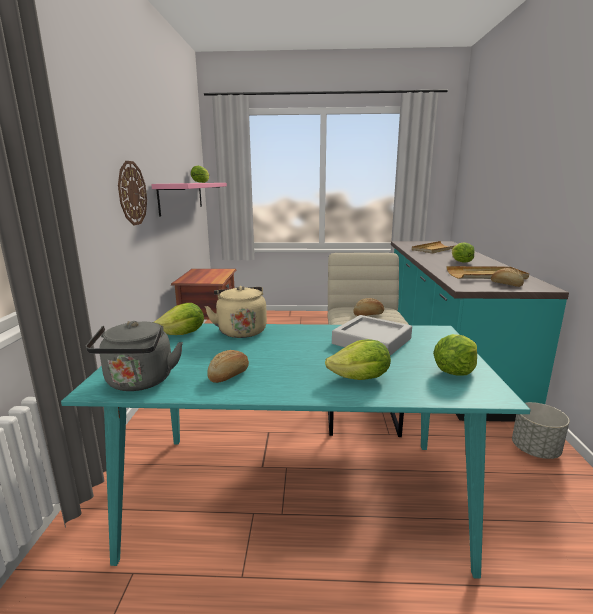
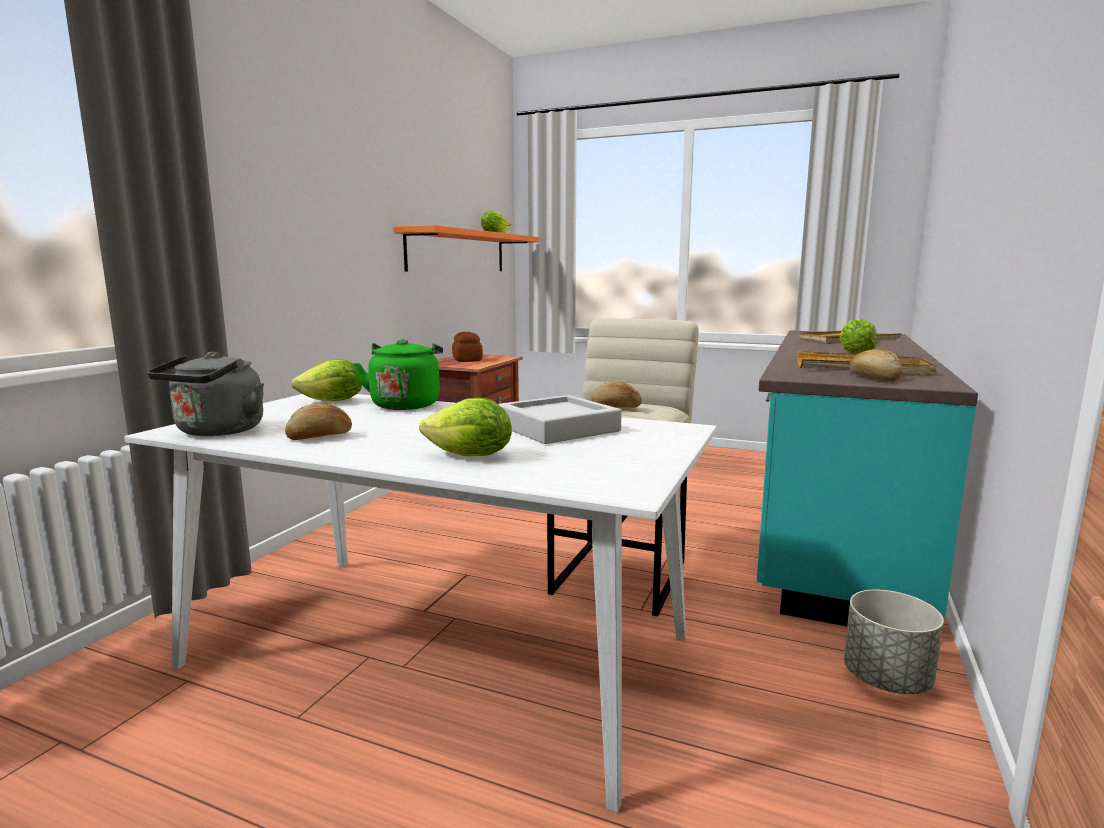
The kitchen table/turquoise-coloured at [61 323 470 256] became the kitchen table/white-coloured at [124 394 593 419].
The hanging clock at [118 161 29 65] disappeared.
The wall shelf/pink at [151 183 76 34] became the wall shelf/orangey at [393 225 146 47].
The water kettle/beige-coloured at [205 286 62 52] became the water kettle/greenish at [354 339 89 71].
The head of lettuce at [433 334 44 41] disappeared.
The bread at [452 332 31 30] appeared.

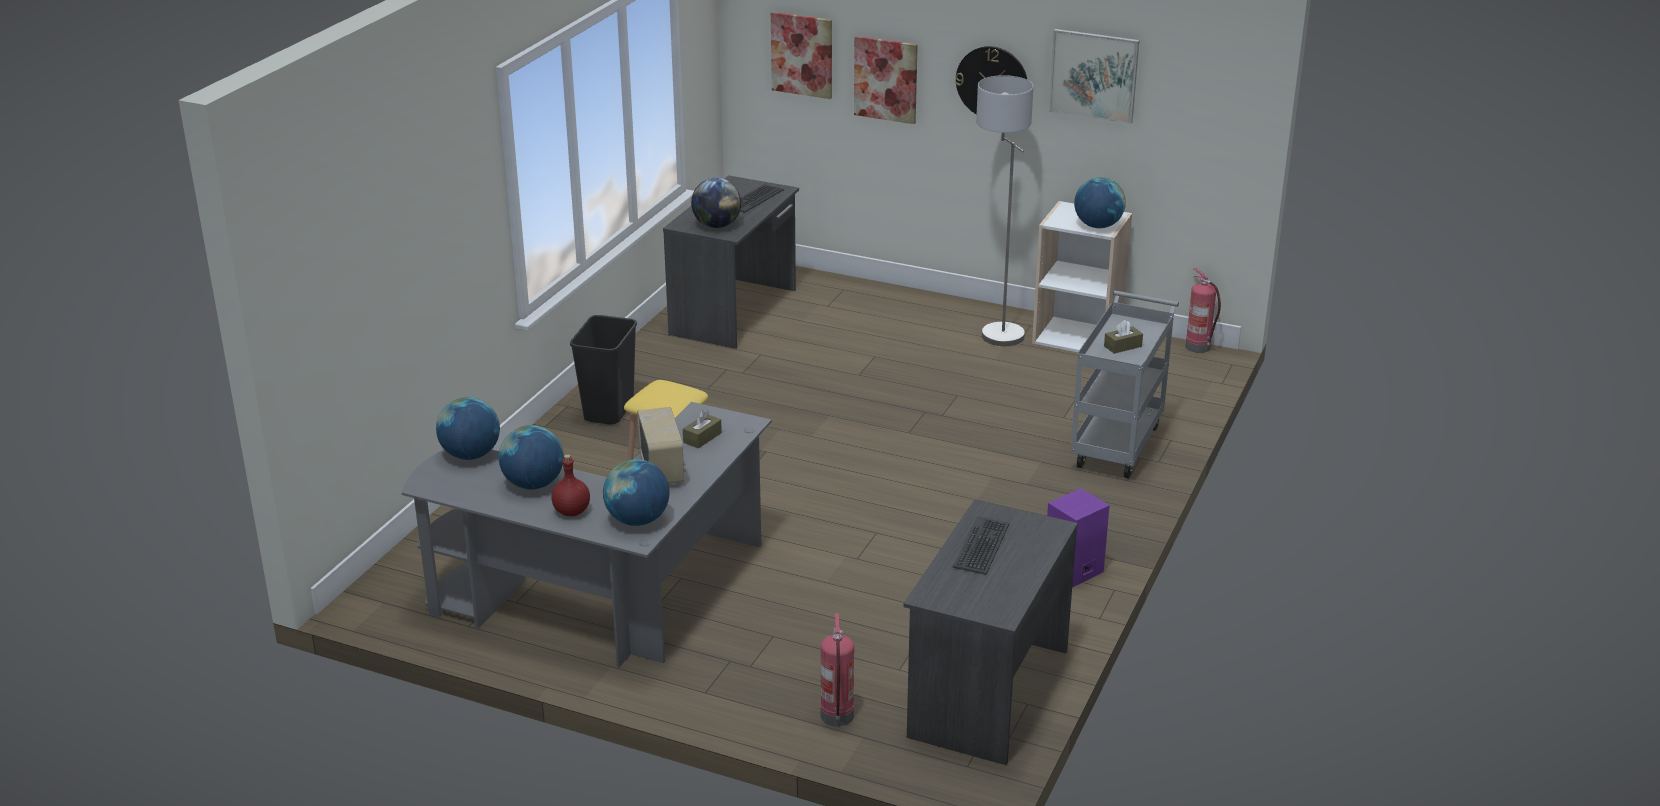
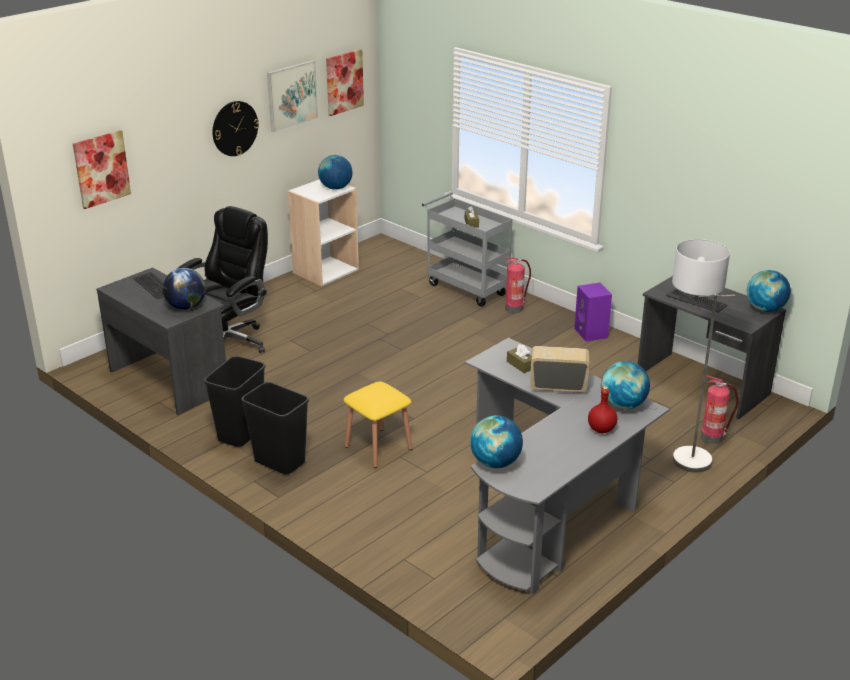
The desk globe moved from [499 425 65 64] to [747 270 44 42].
The wall art moved from [854 36 64 88] to [326 49 38 67].
The standard lamp/gray moved from [976 75 57 271] to [672 239 63 234].
The fire extinguisher moved from [1185 268 36 85] to [505 257 26 56].
The desk chair/black-coloured at [177 206 91 147] appeared.
The trash can/black-coloured at [204 356 62 91] appeared.

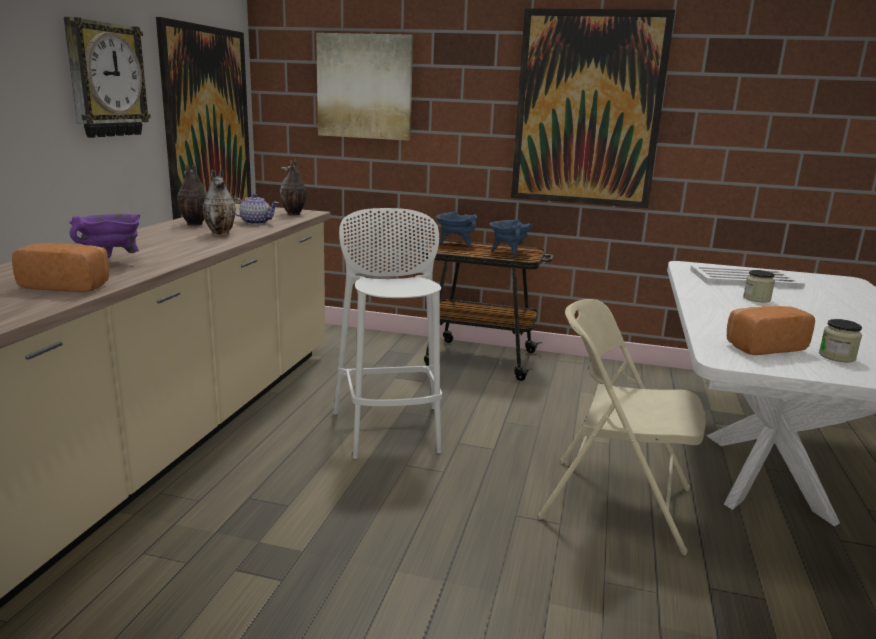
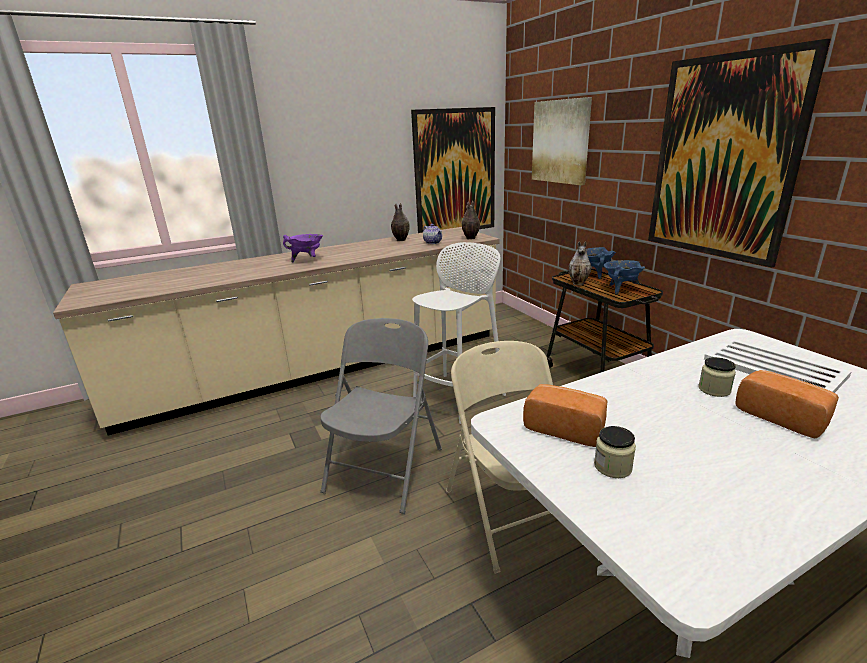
The bread moved from [12 243 97 49] to [736 370 103 68].
The hanging clock at [64 17 87 121] disappeared.
The decorative vase moved from [203 169 33 67] to [569 241 22 44].
The upright chair/gray at [320 318 122 196] appeared.

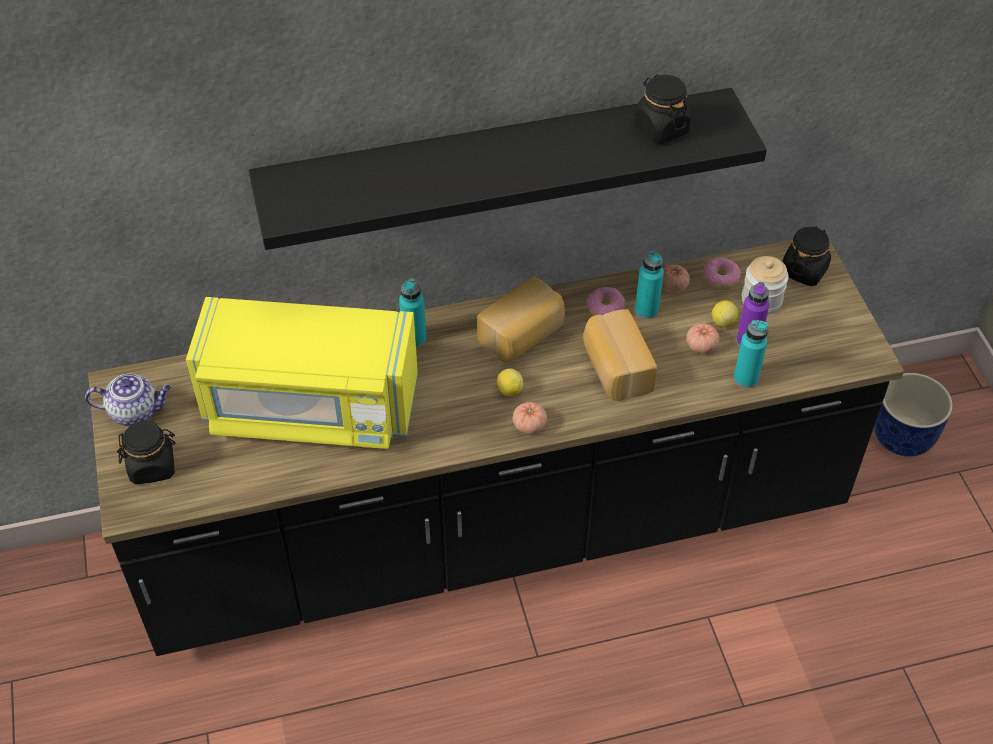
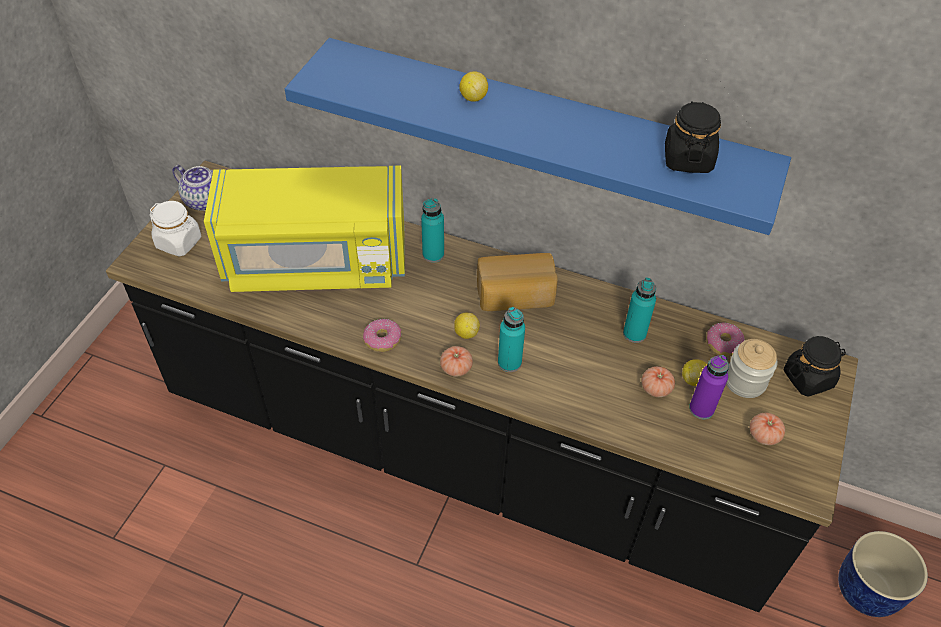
The jar/black-coloured at [115 421 61 64] became the jar/white-coloured at [149 201 52 56].
The microwave oven/yellow at [186 297 232 152] turned 45 degrees counterclockwise.
The wall shelf/black-coloured at [249 88 518 162] became the wall shelf/bluish at [285 38 506 197].
The bread at [583 309 74 92] disappeared.
The ring doughnut moved from [587 287 38 29] to [363 319 38 33].
The whole tomato moved from [662 265 28 28] to [750 413 35 32].
The drink bottle/turquoise-coloured moved from [734 320 35 68] to [498 307 27 65].
The whole lemon at [459 71 29 31] appeared.

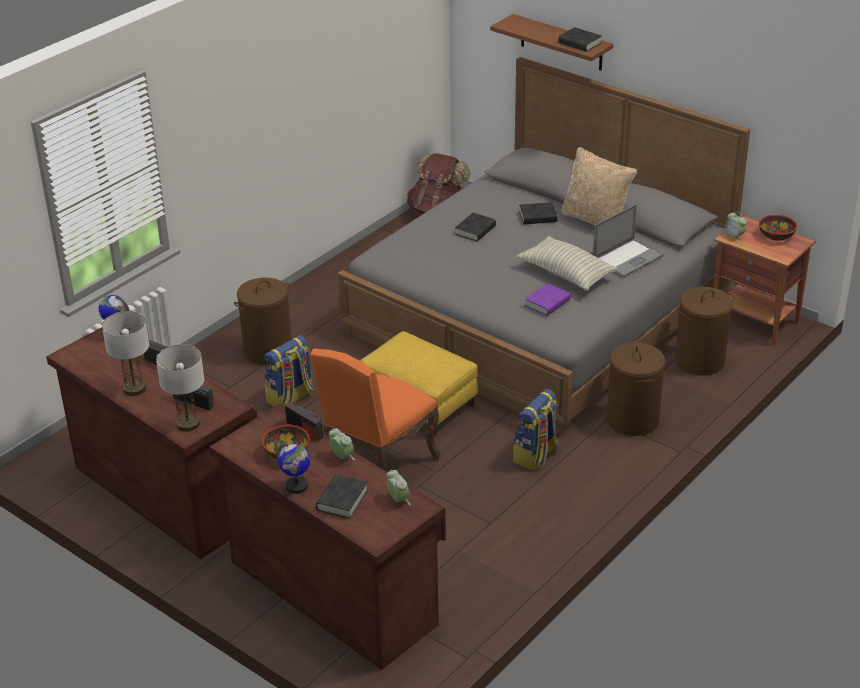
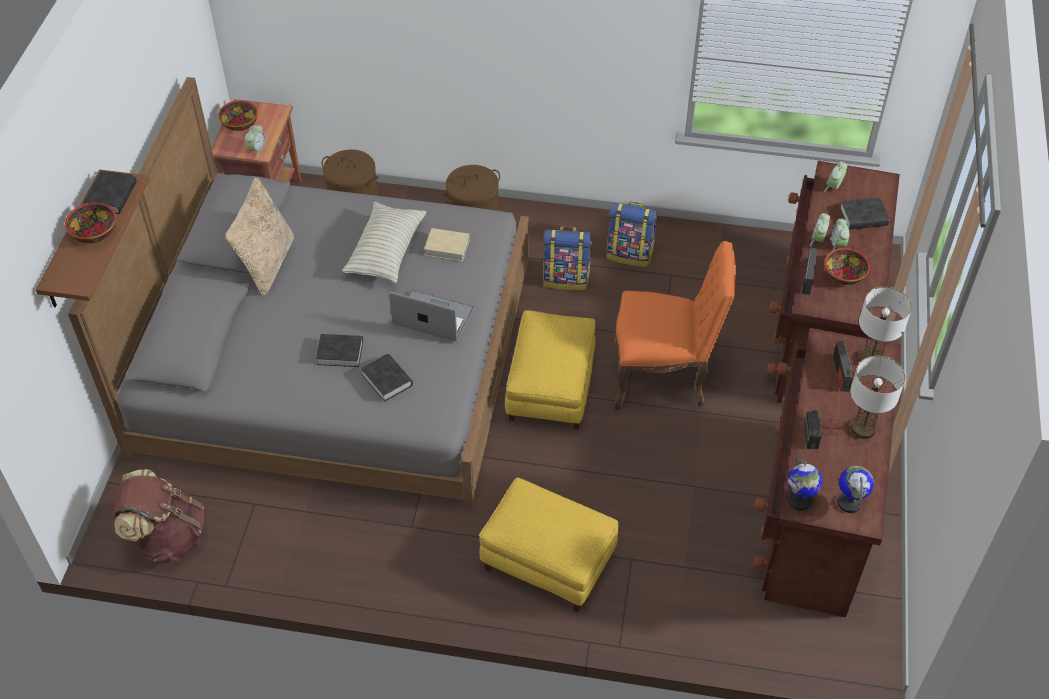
The laundry basket/brown-coloured at [234 277 58 88] was replaced by the pouffe/yellow at [479 477 140 136].
The knapsack moved from [264 335 49 73] to [607 201 50 66].
The desk globe moved from [276 442 34 52] to [837 466 37 47].
The book/black-coloured moved from [519 202 39 22] to [361 354 52 48].
The book/purple at [525 283 46 33] became the book/beige-coloured at [424 228 46 33].
The laptop moved from [593 204 71 74] to [389 290 85 52].
The serving bowl at [65 203 51 40] appeared.
The bedside clock at [830 218 20 33] appeared.

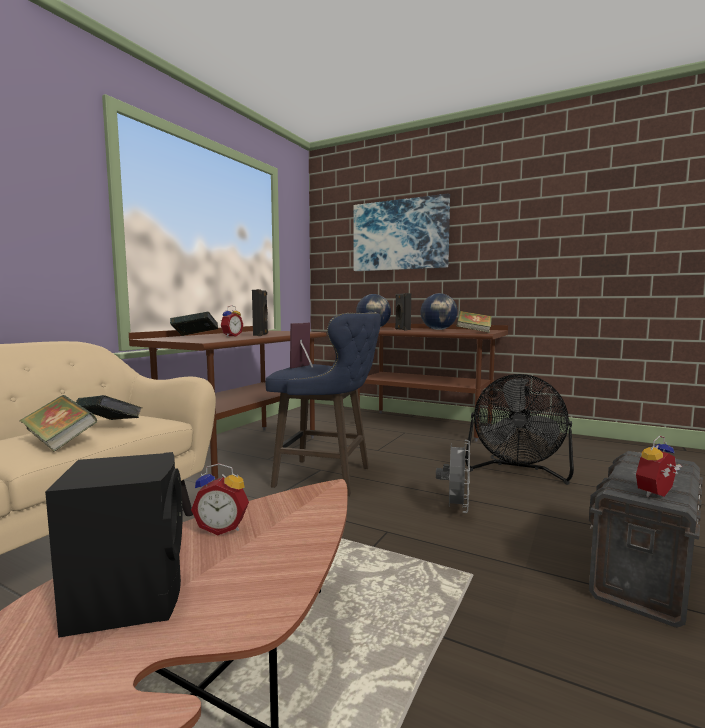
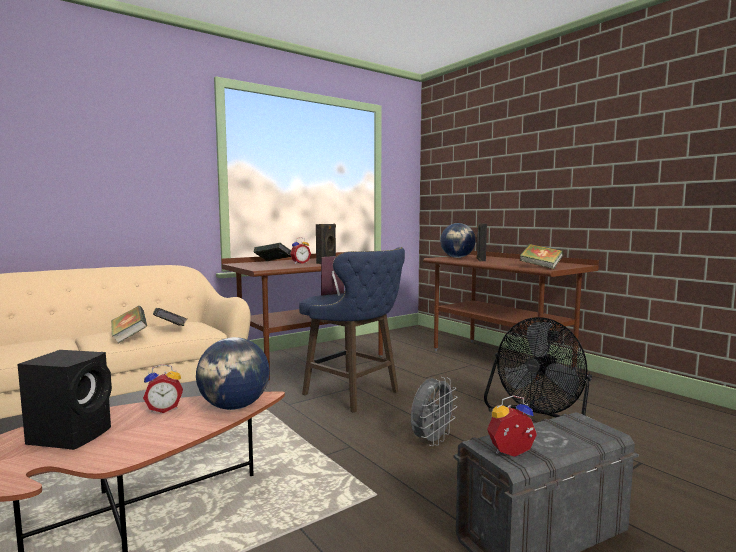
The bedside clock at [191 463 58 72] turned 45 degrees counterclockwise.
The wall art at [354 193 96 78] disappeared.
The desk globe moved from [421 293 37 37] to [196 337 74 73].

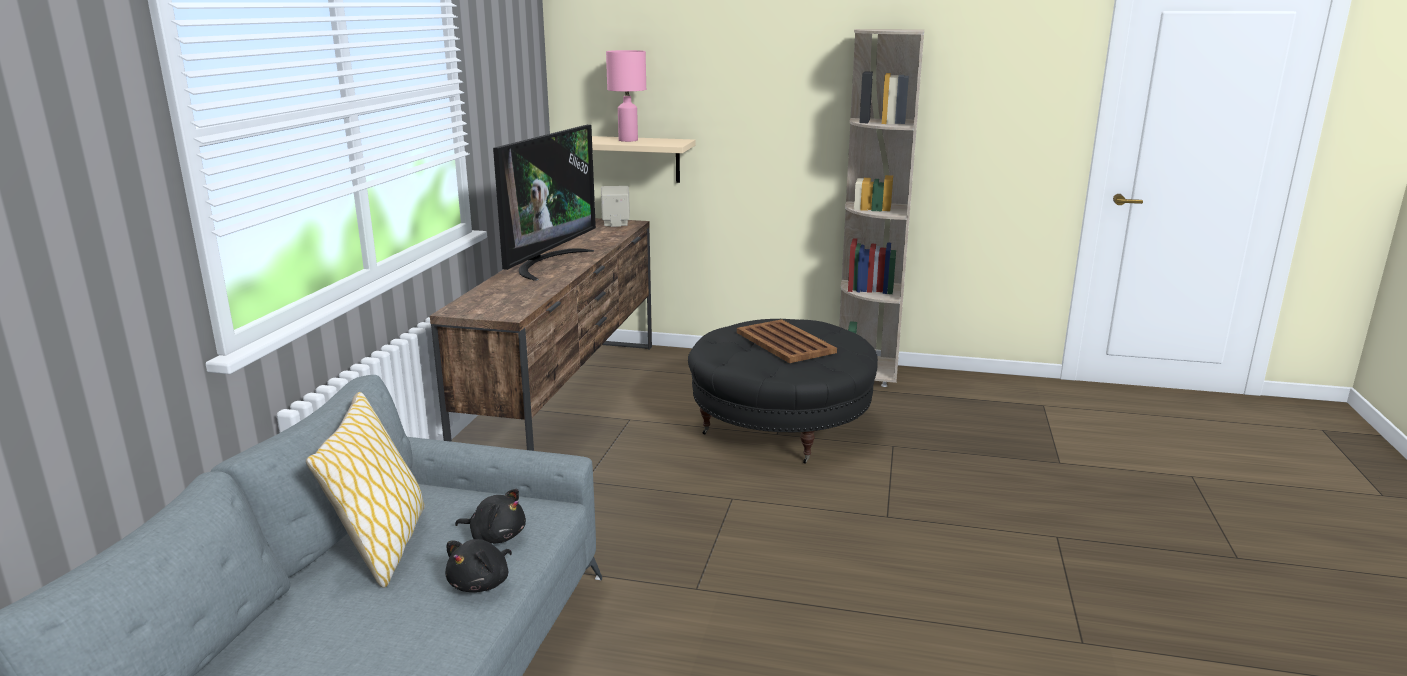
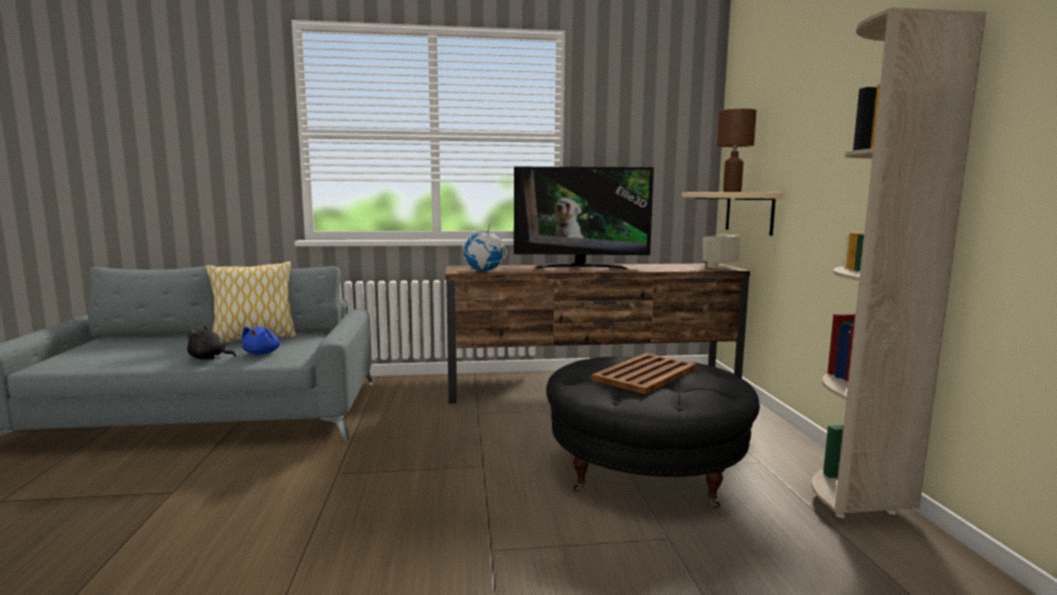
The cuddly toy/black-coloured at [455 489 71 54] became the cuddly toy/bluish at [242 327 38 28].
The lamp for a table/pink at [606 50 40 92] became the lamp for a table/brown-coloured at [717 109 40 83].
The desk globe at [463 223 44 48] appeared.

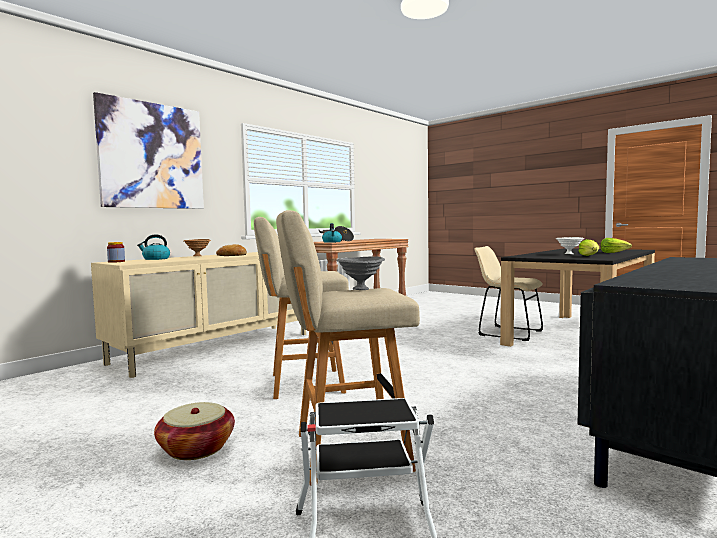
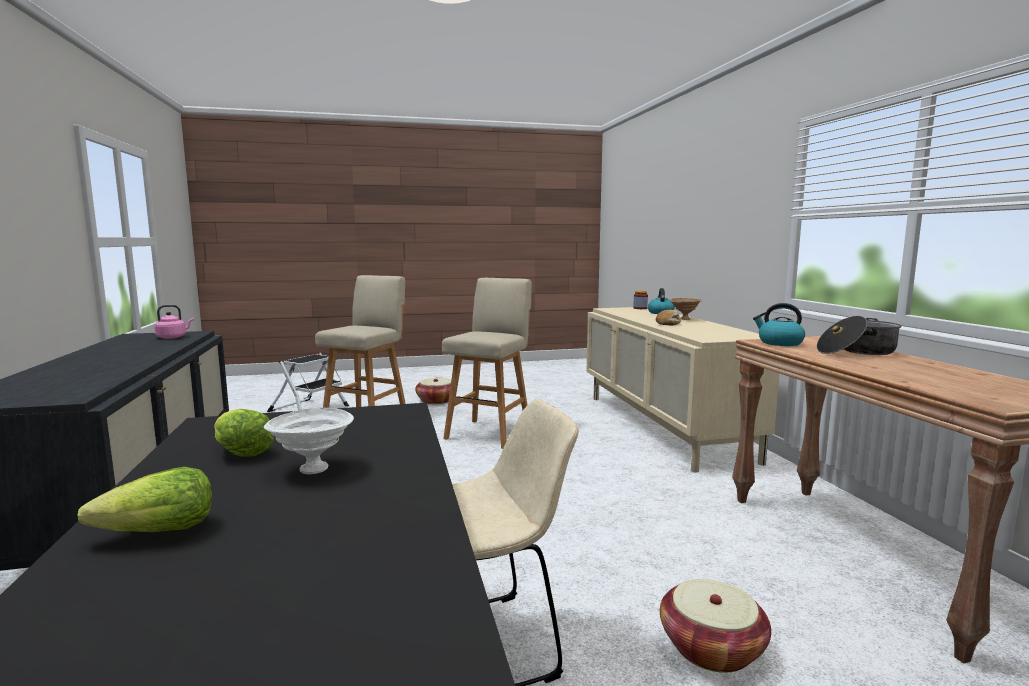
The wall art at [93 92 111 117] disappeared.
The serving bowl/gray at [336 257 49 33] disappeared.
The water kettle/pink at [154 305 40 34] appeared.
The household basket at [660 579 111 94] appeared.

